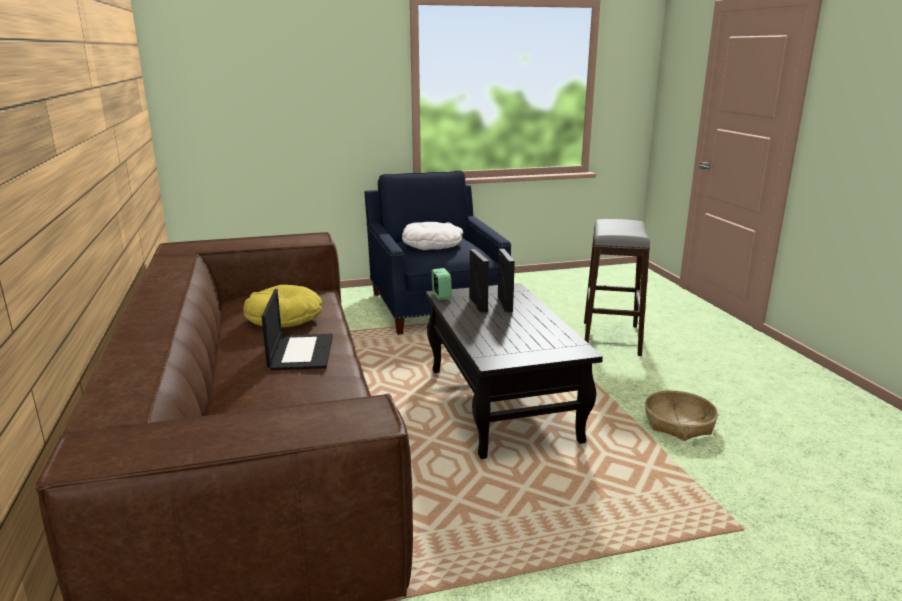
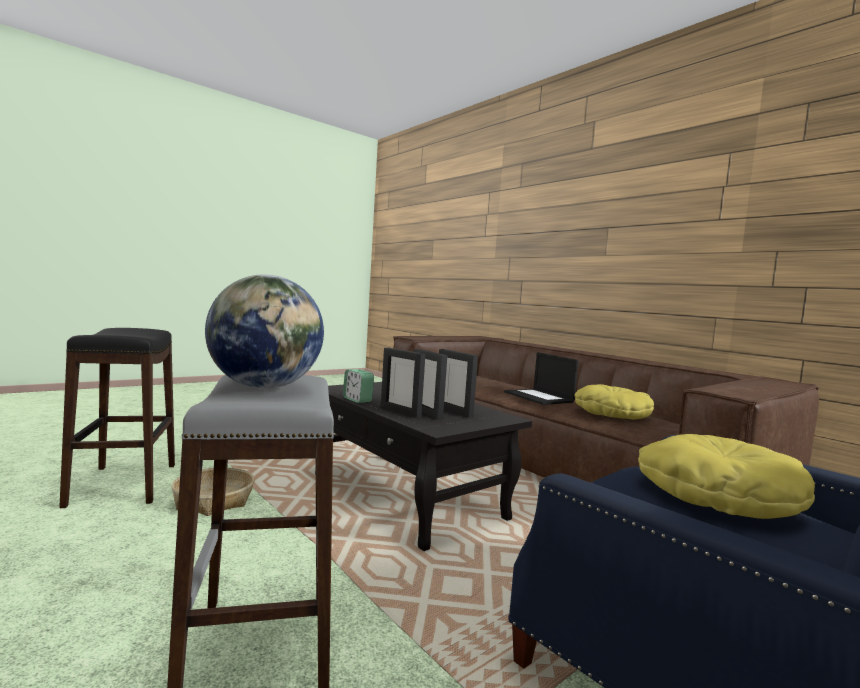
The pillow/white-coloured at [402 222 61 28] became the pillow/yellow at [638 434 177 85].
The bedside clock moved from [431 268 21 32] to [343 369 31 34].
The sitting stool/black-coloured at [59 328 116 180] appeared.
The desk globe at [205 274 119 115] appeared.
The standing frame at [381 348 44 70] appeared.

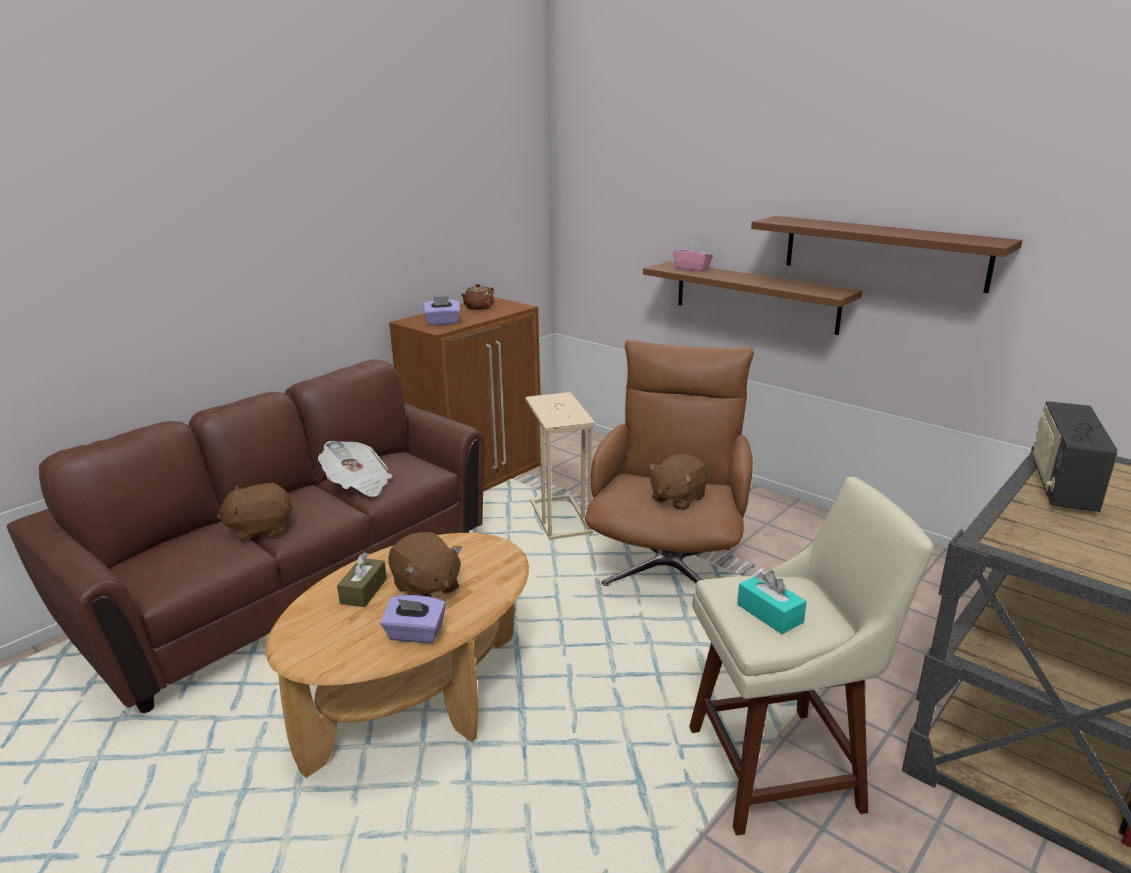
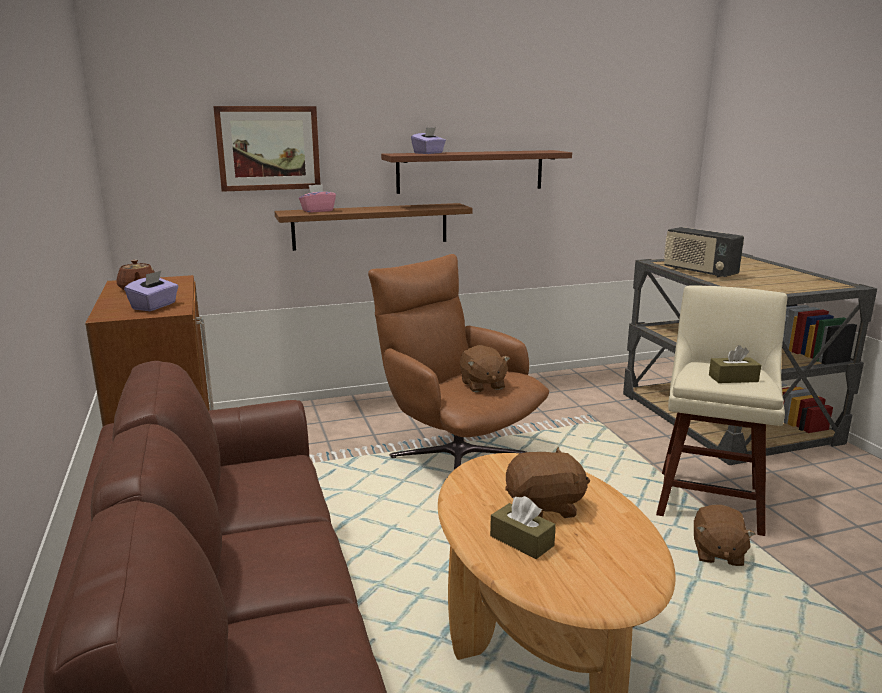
The cuddly toy/brown-coloured moved from [217 483 76 59] to [694 505 62 61].
The printed paper at [318 441 74 56] disappeared.
The tissue holder/purple moved from [380 595 66 48] to [411 127 35 27].
The end table/beige-coloured at [525 392 70 148] disappeared.
The tissue holder/turquoise-coloured at [737 570 70 64] became the tissue holder/brown-coloured at [709 345 52 38].
The wall art at [213 106 108 86] appeared.

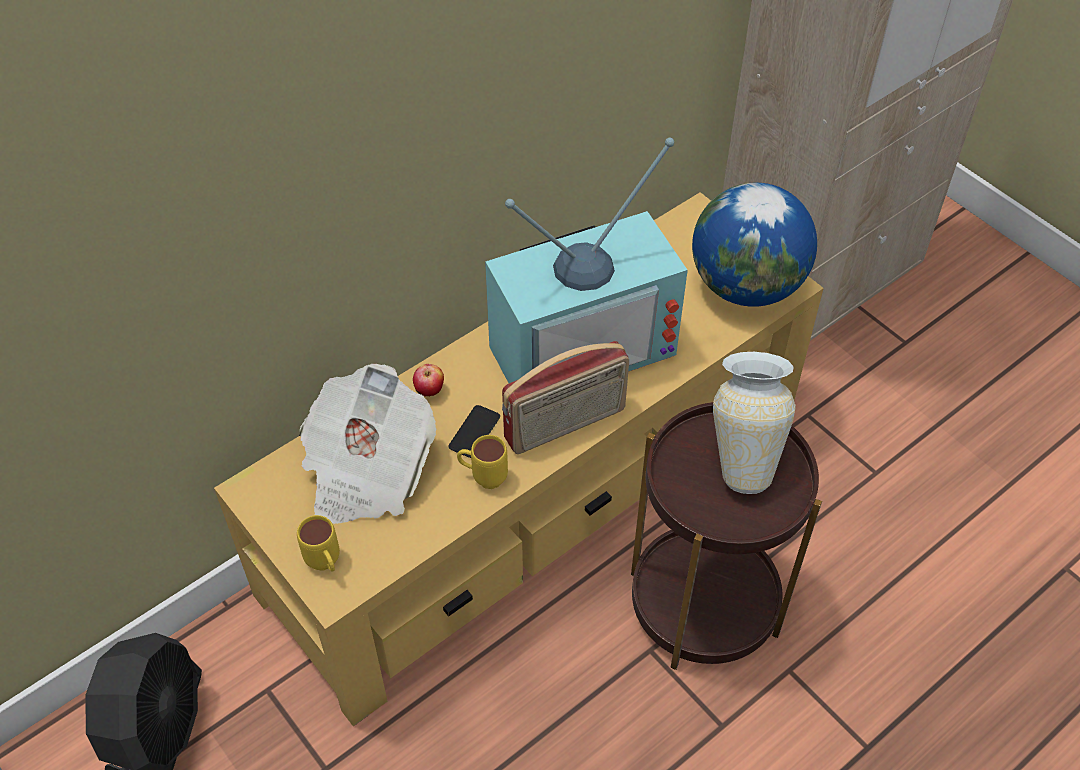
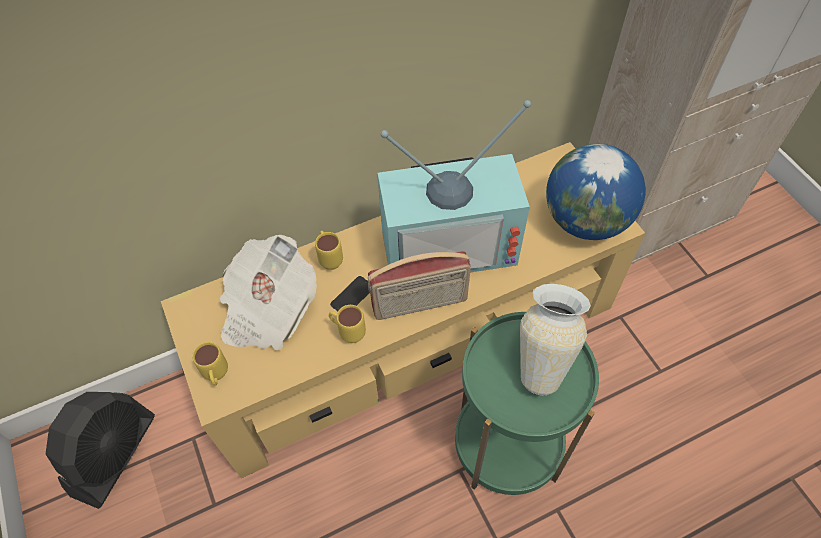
The apple fruit at [413 364 31 33] was replaced by the coffee mug/yellow at [315 231 28 39].
The end table/brown-coloured at [631 402 191 268] became the end table/greenish at [455 312 144 183].

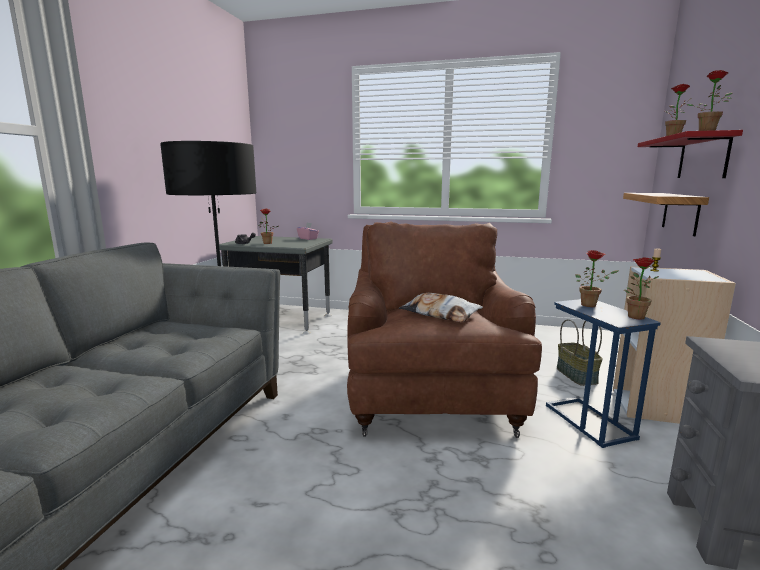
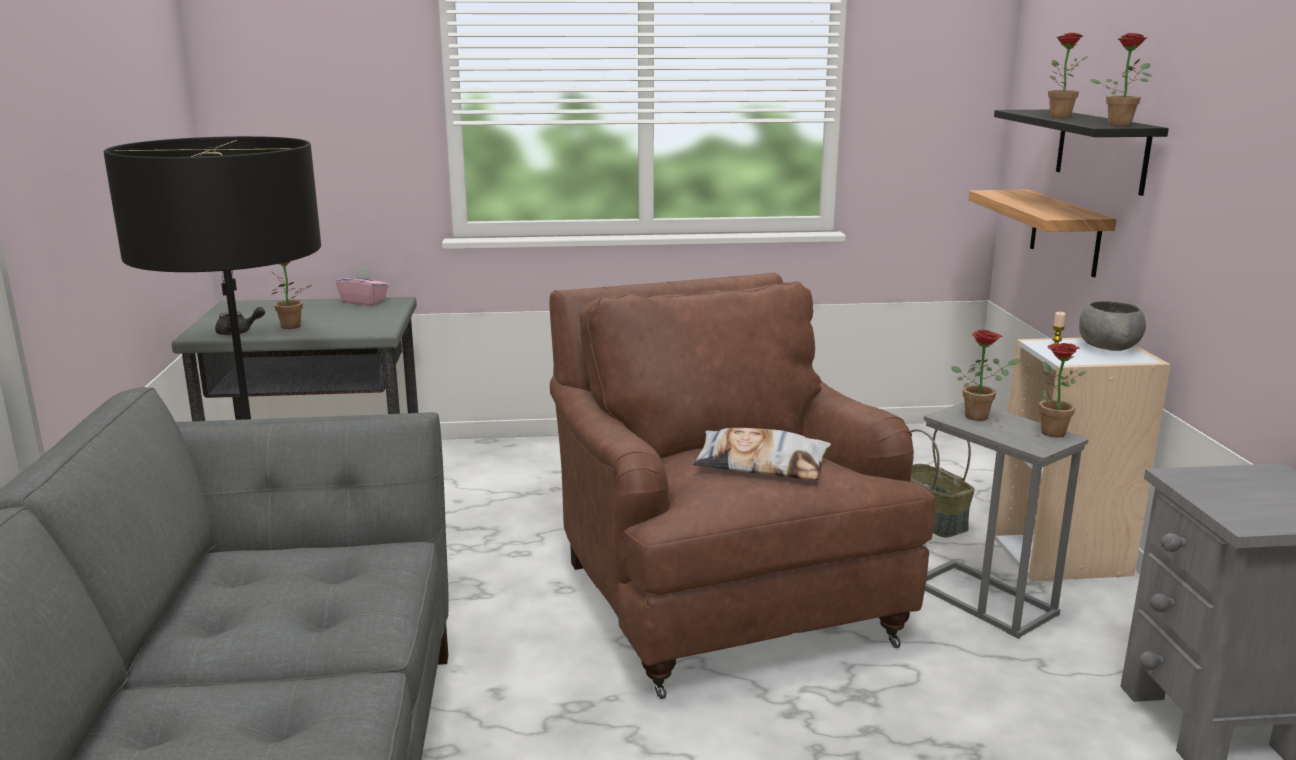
The end table/bluish at [546 299 115 149] became the end table/gray at [924 402 165 237].
The wall shelf/reddish at [638 130 105 48] became the wall shelf/black-coloured at [994 110 175 86].
The serving bowl/gray at [1079 301 67 50] appeared.

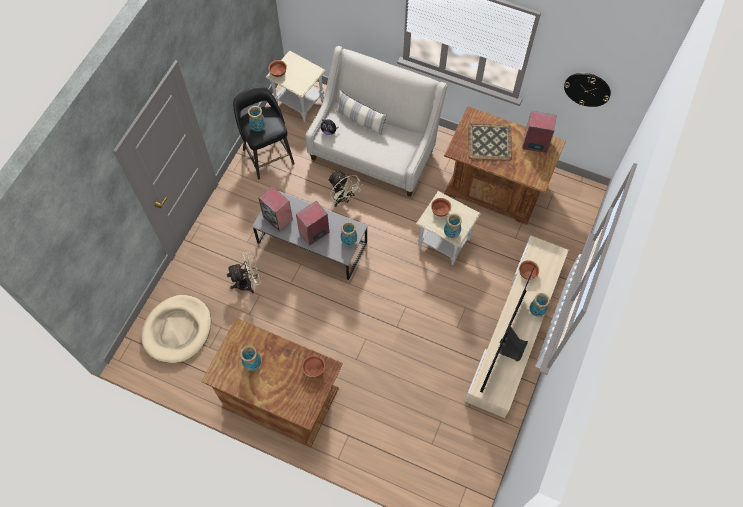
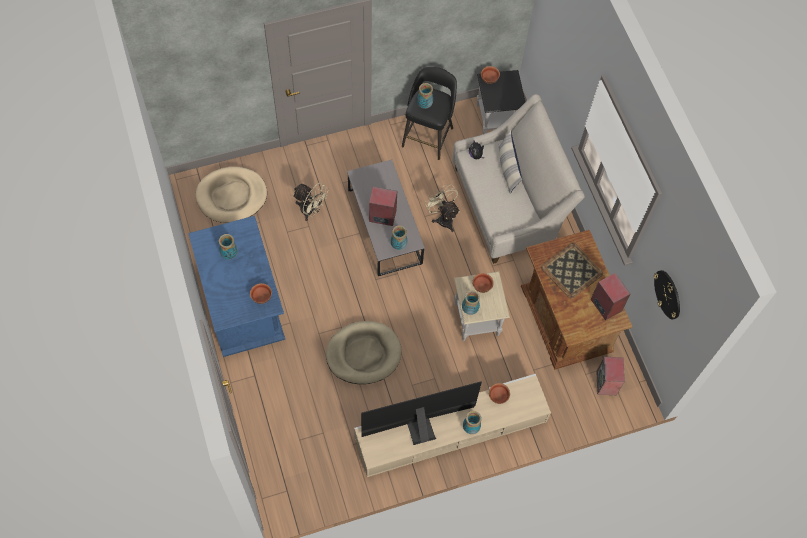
The cupboard/brown-coloured at [201 318 142 129] became the cupboard/bluish at [188 216 97 141].
The loudspeaker moved from [258 186 35 46] to [596 357 29 38].
The end table/beige-coloured at [266 51 60 71] became the end table/black-coloured at [477 70 48 64].
The fan/beige-coloured at [328 171 35 36] turned 135 degrees clockwise.
The dog cushion/beige-coloured at [326 321 75 63] appeared.

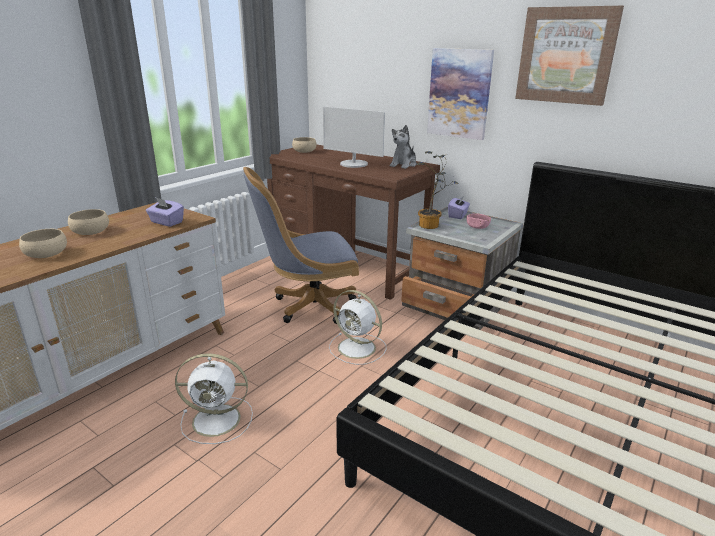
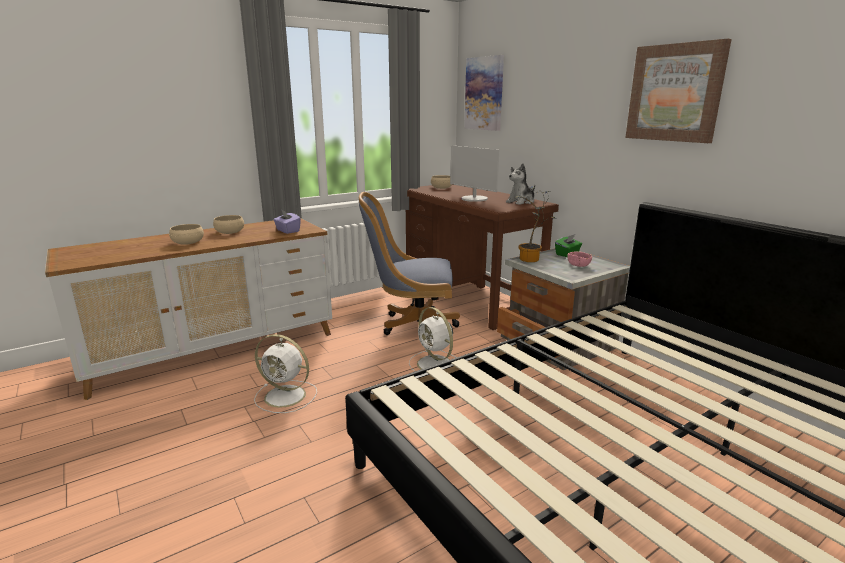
The wall art moved from [427 48 67 92] to [464 55 40 76].
The tissue holder/purple at [448 195 22 24] became the tissue holder/greenish at [555 234 27 23].

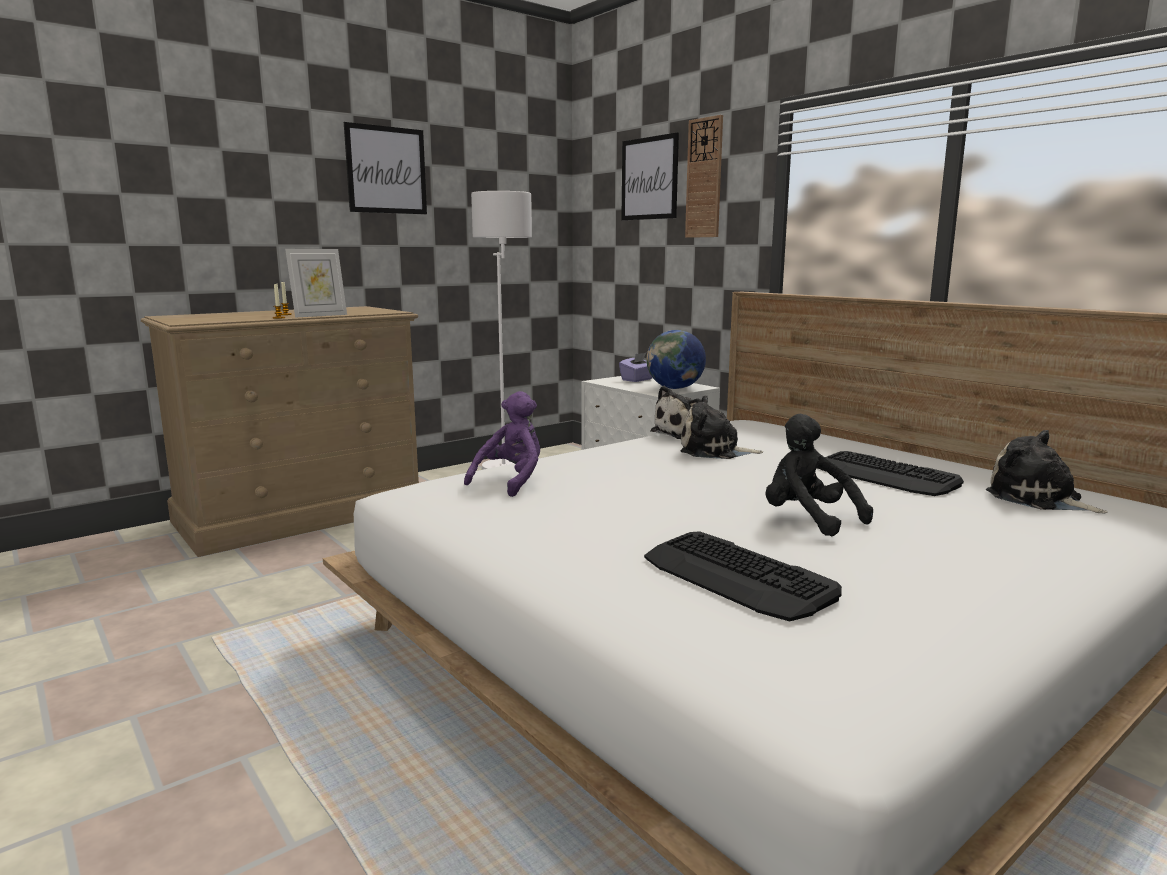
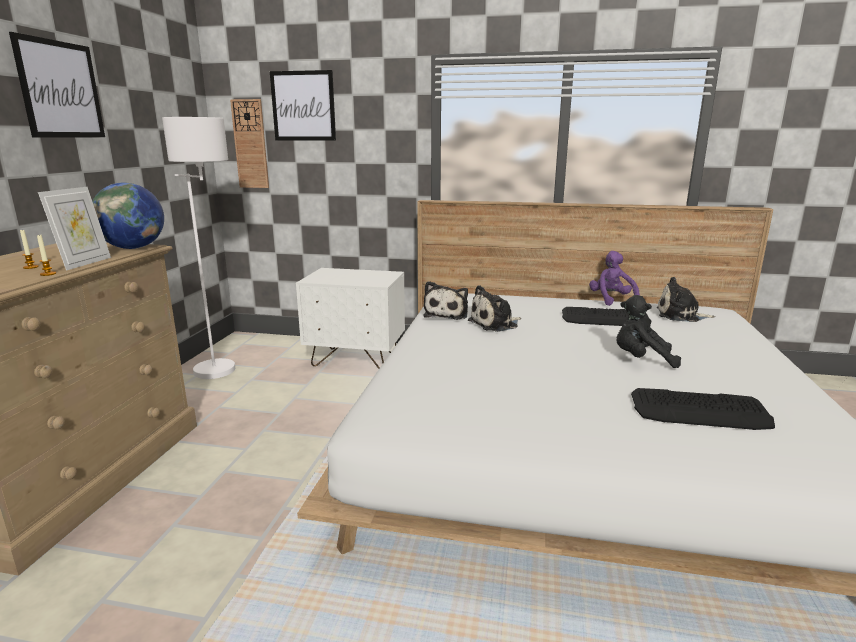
The cuddly toy/purple moved from [464 391 76 106] to [589 251 51 55].
The tissue holder/purple at [619 353 33 29] disappeared.
The desk globe moved from [647 330 59 59] to [92 183 72 66].
The hanging clock moved from [685 115 38 123] to [230 99 39 89].

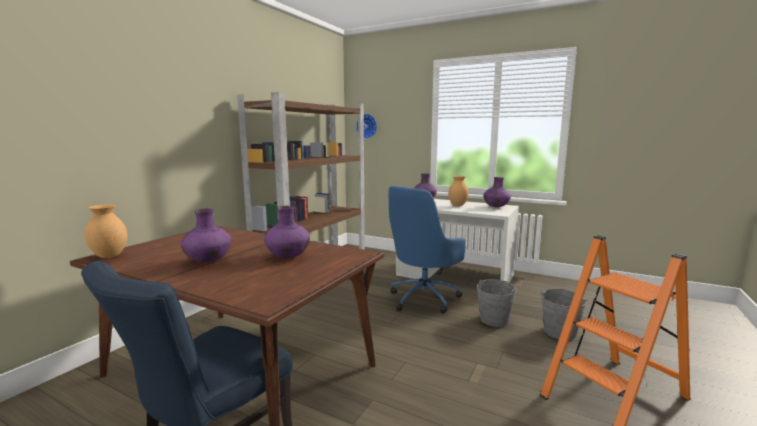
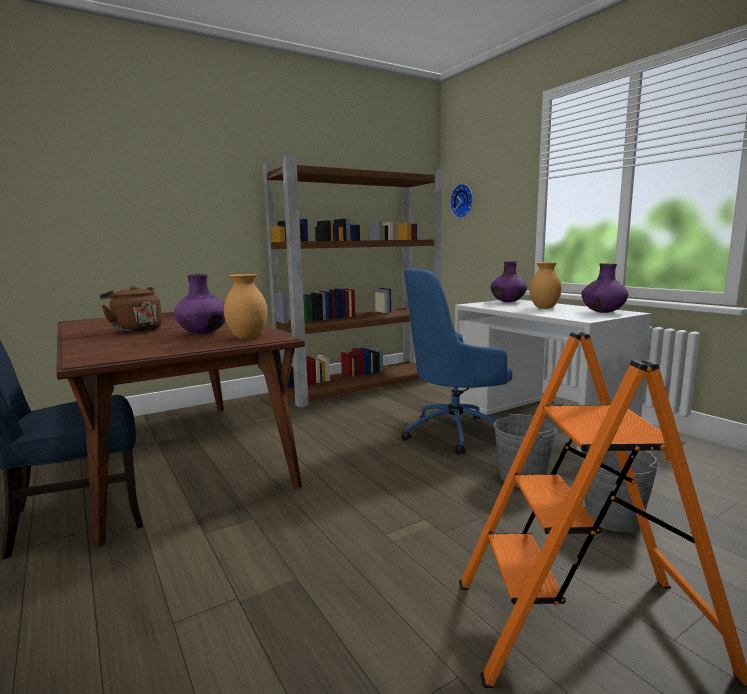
The decorative vase/brown-coloured moved from [85 204 42 54] to [224 274 44 65].
The decorative vase/purple at [181 208 51 55] was replaced by the water kettle/brown-coloured at [100 286 62 47].

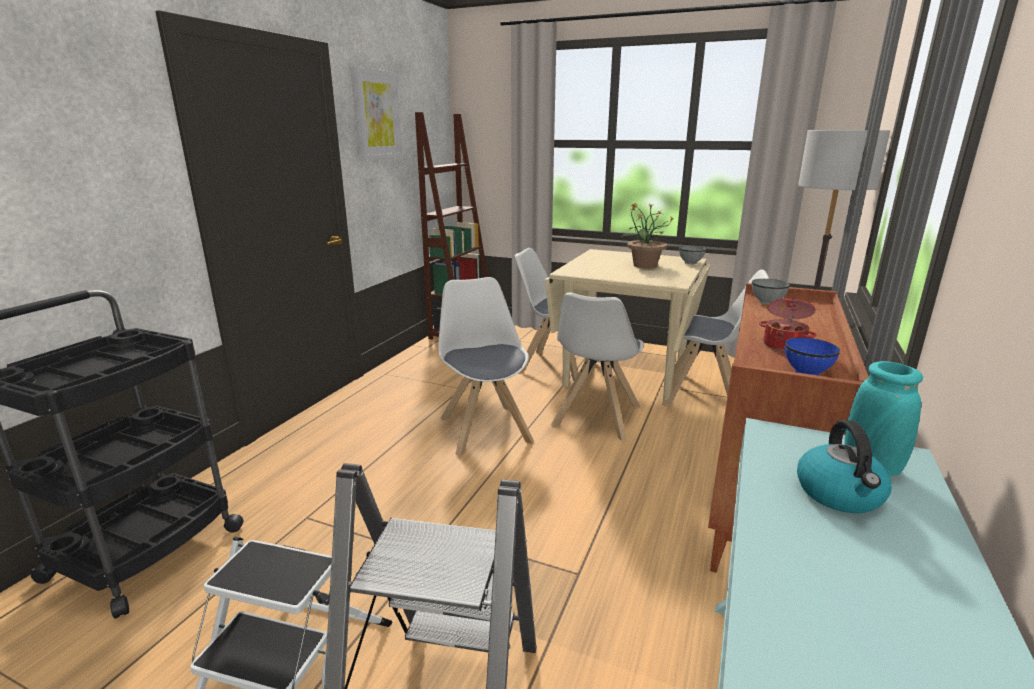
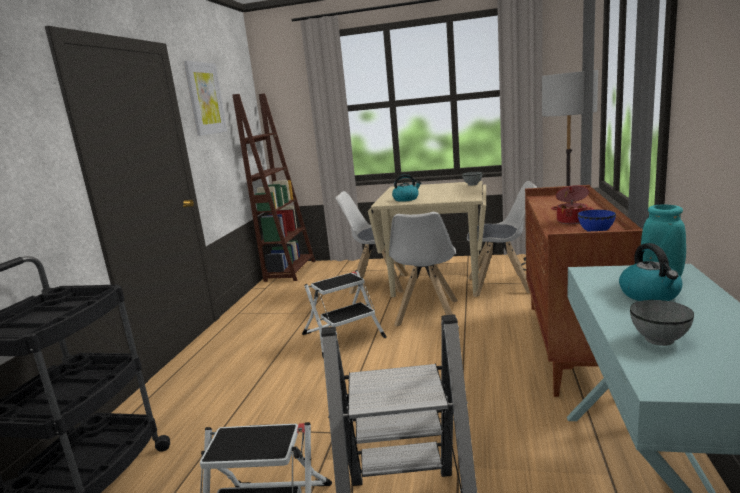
The upright chair at [438 277 96 179] was replaced by the step stool at [302 270 85 89].
The plant in a pot at [621 203 52 66] disappeared.
The serving bowl/gray moved from [752 279 38 26] to [630 300 64 46].
The water kettle at [392 174 29 28] appeared.

